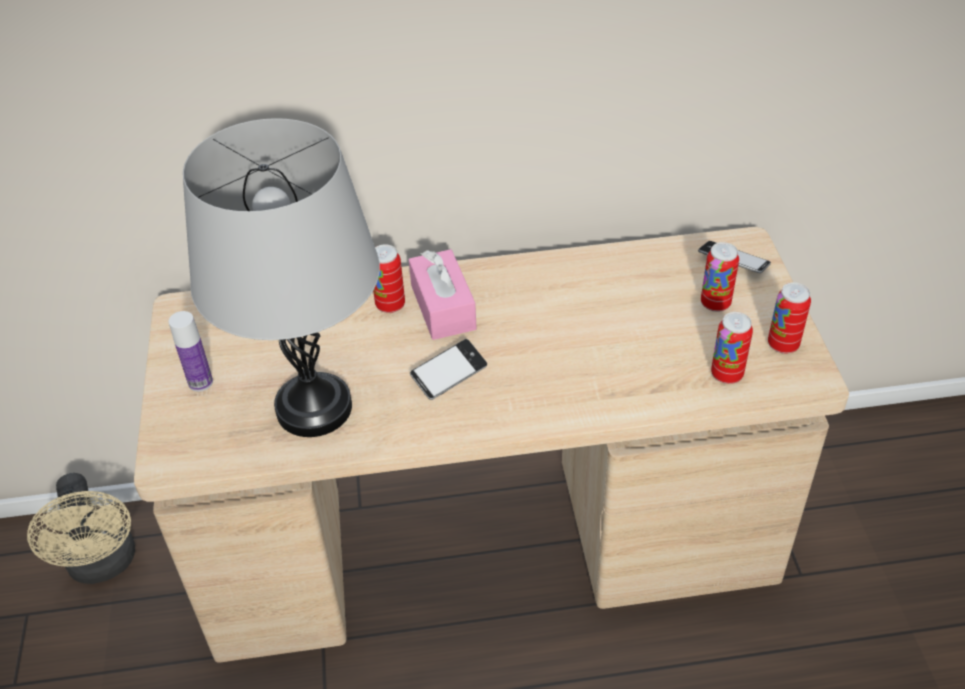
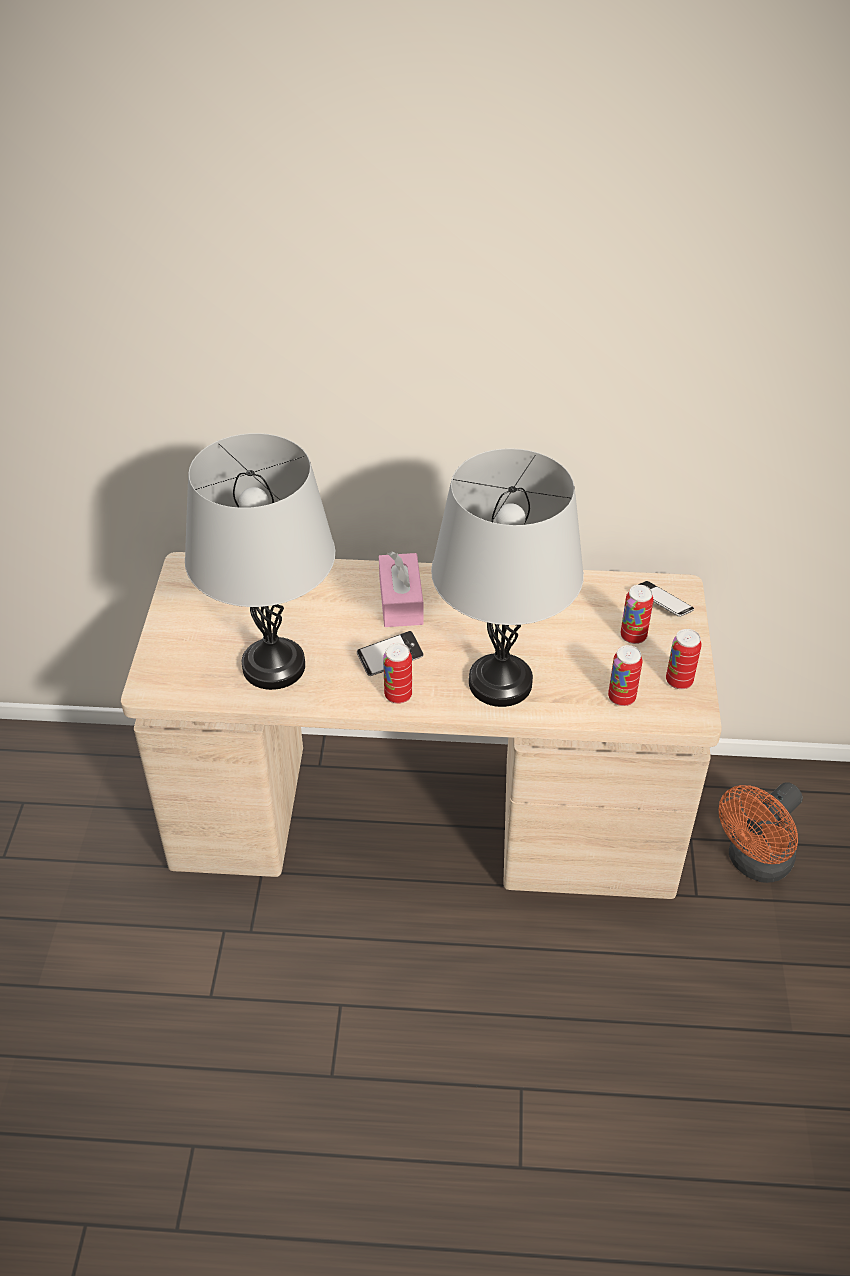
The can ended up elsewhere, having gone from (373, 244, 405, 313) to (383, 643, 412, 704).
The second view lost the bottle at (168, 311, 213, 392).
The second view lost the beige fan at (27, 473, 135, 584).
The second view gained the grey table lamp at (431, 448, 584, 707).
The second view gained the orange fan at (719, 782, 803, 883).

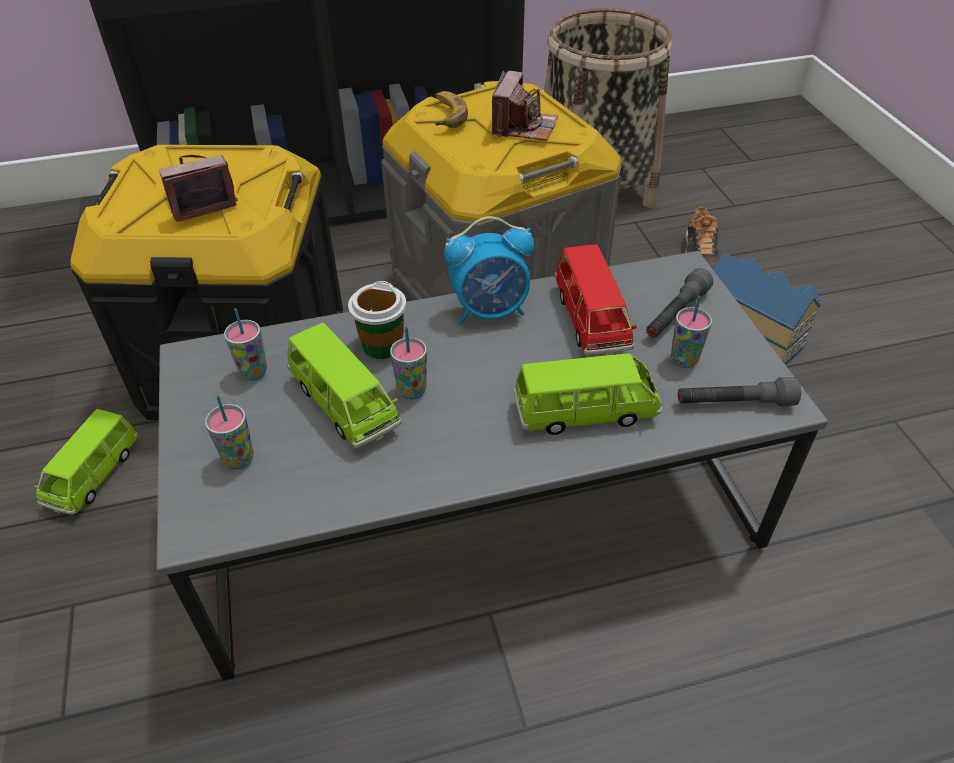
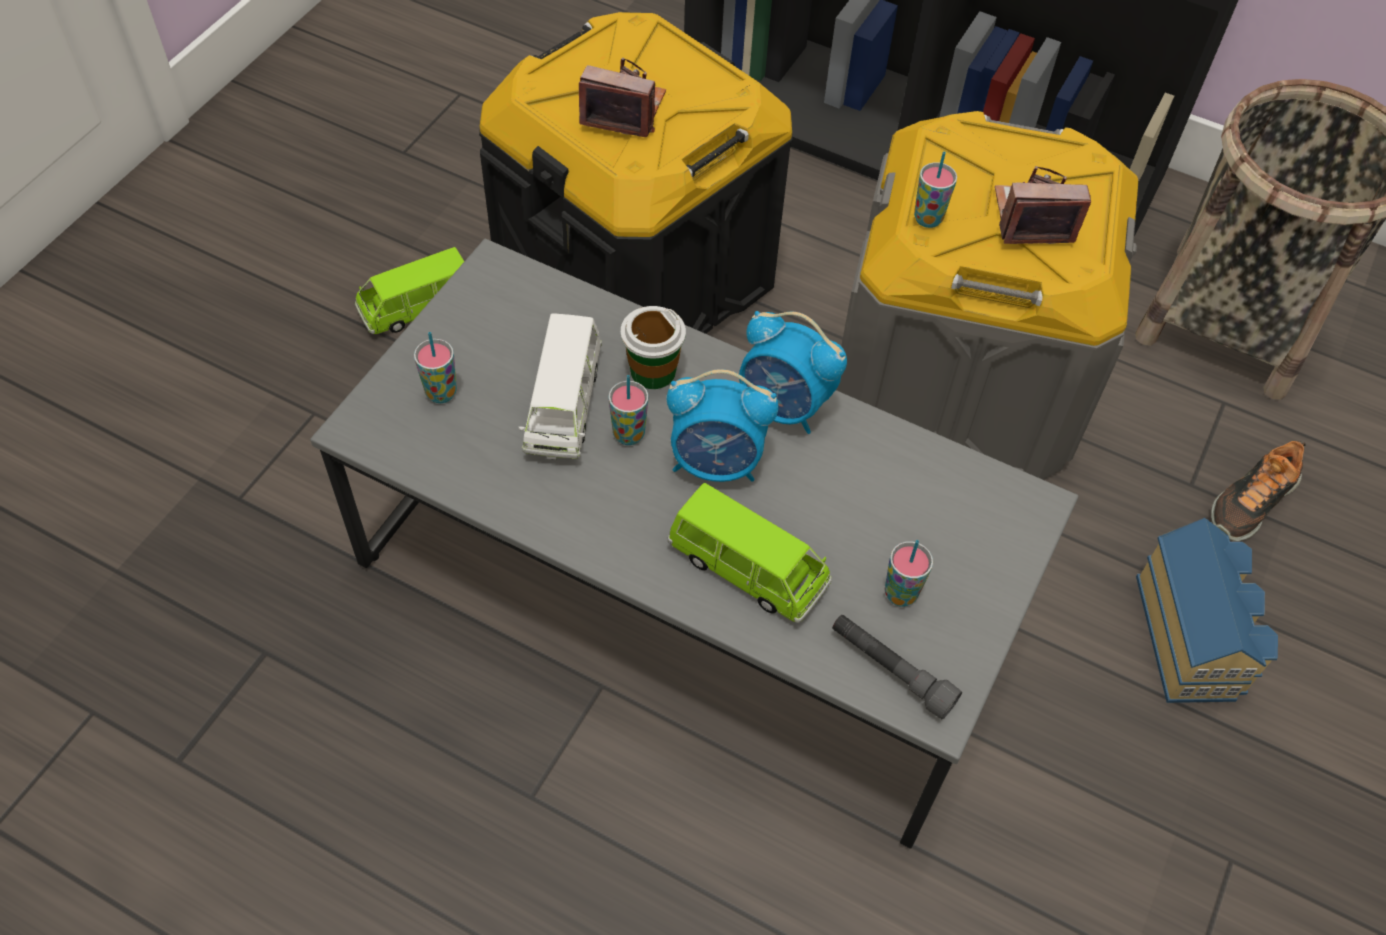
The photo camera at (492, 70, 558, 141) ended up facing another way, 150 degrees counterclockwise from before.
The second view lost the banana at (435, 91, 468, 128).
The second view lost the red toy car at (555, 244, 637, 356).
The second view lost the grey flashlight at (646, 268, 714, 338).
The cup ended up elsewhere, having gone from (224, 308, 267, 381) to (914, 151, 957, 228).
What was the green toy car at (287, 323, 402, 448) turned into the white toy car at (519, 313, 602, 460).
The second view gained the alarm clock at (667, 369, 779, 482).

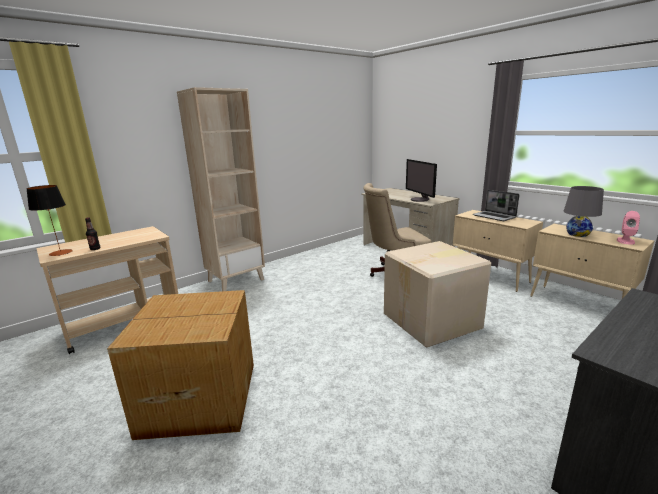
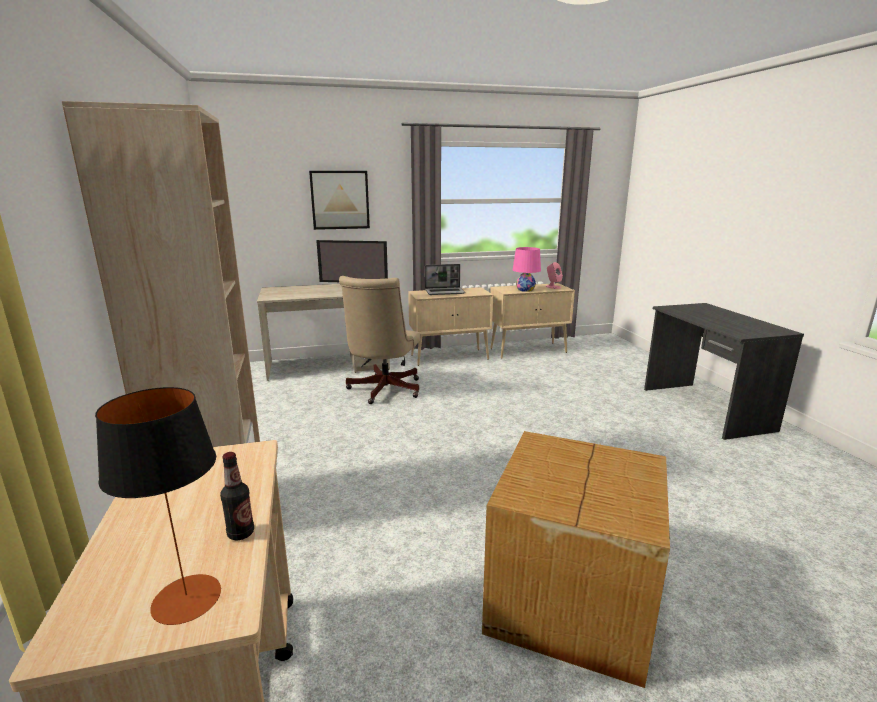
What was the grey table lamp at (563, 186, 604, 237) turned into the pink table lamp at (513, 247, 541, 292).
The second view lost the cardboard box at (384, 241, 491, 348).
The second view gained the picture at (309, 171, 370, 230).

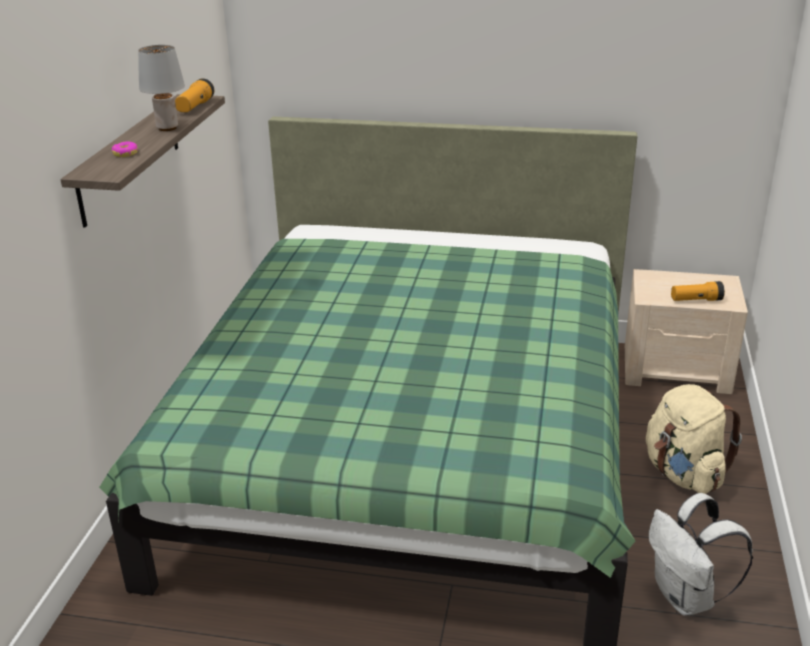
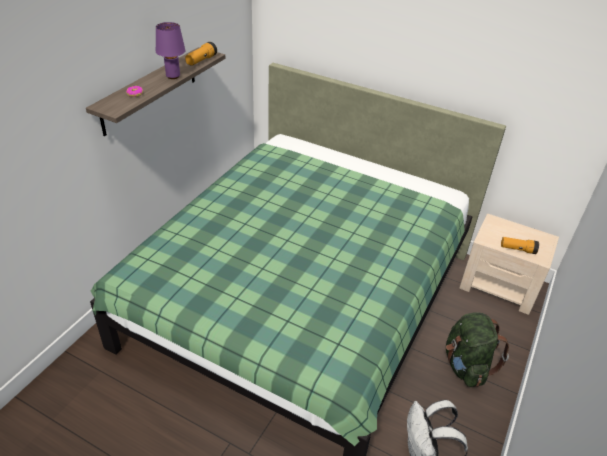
What was the grey table lamp at (138, 45, 185, 131) turned into the purple table lamp at (156, 22, 185, 79).
What was the beige backpack at (646, 384, 742, 494) turned into the green backpack at (446, 312, 509, 387).

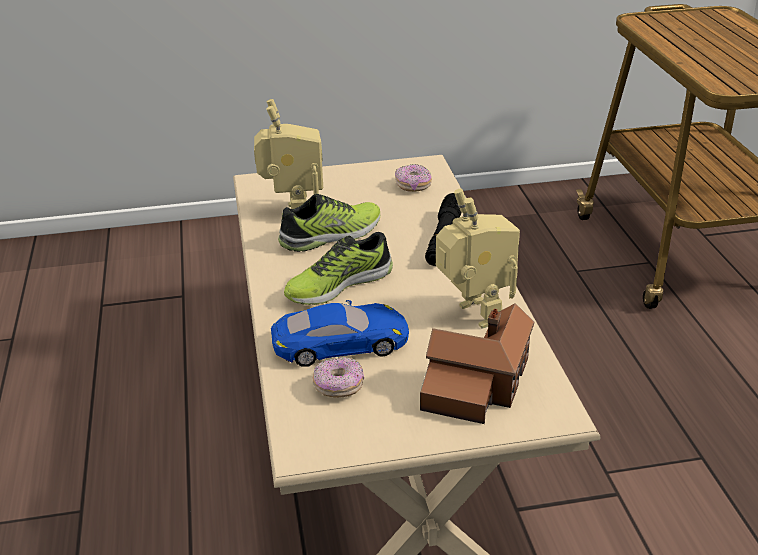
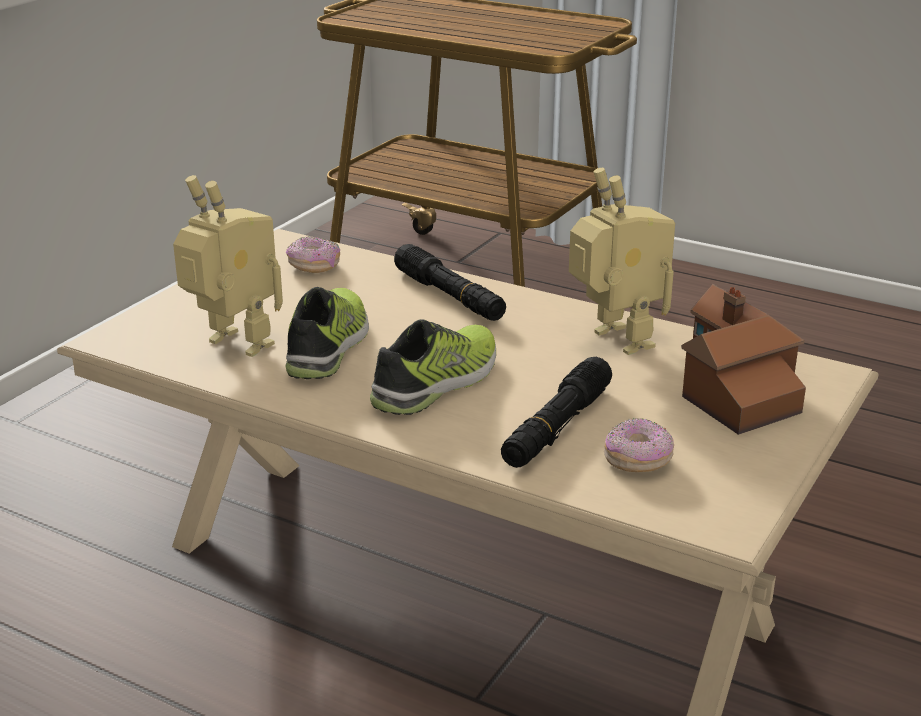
The toy robot at (436, 189, 520, 329) ended up facing another way, 45 degrees clockwise from before.
The shoe at (284, 232, 393, 305) ended up facing another way, 150 degrees counterclockwise from before.
Where the blue toy car stood at (271, 300, 409, 367), the black flashlight came to stand at (501, 357, 612, 468).

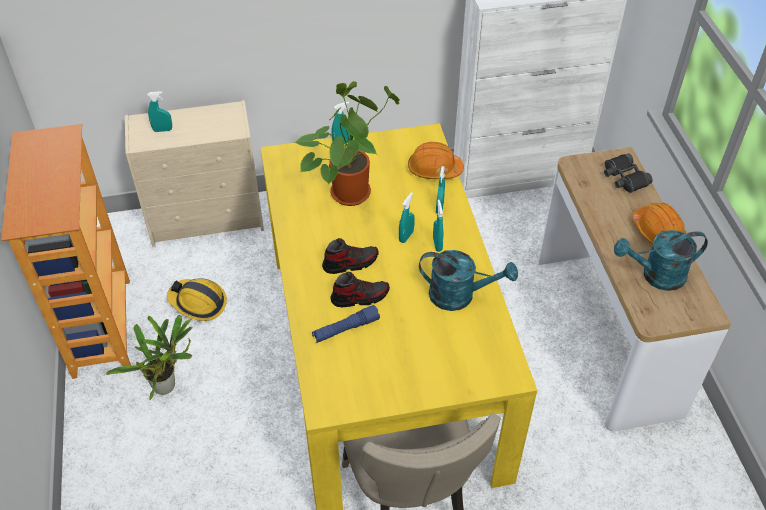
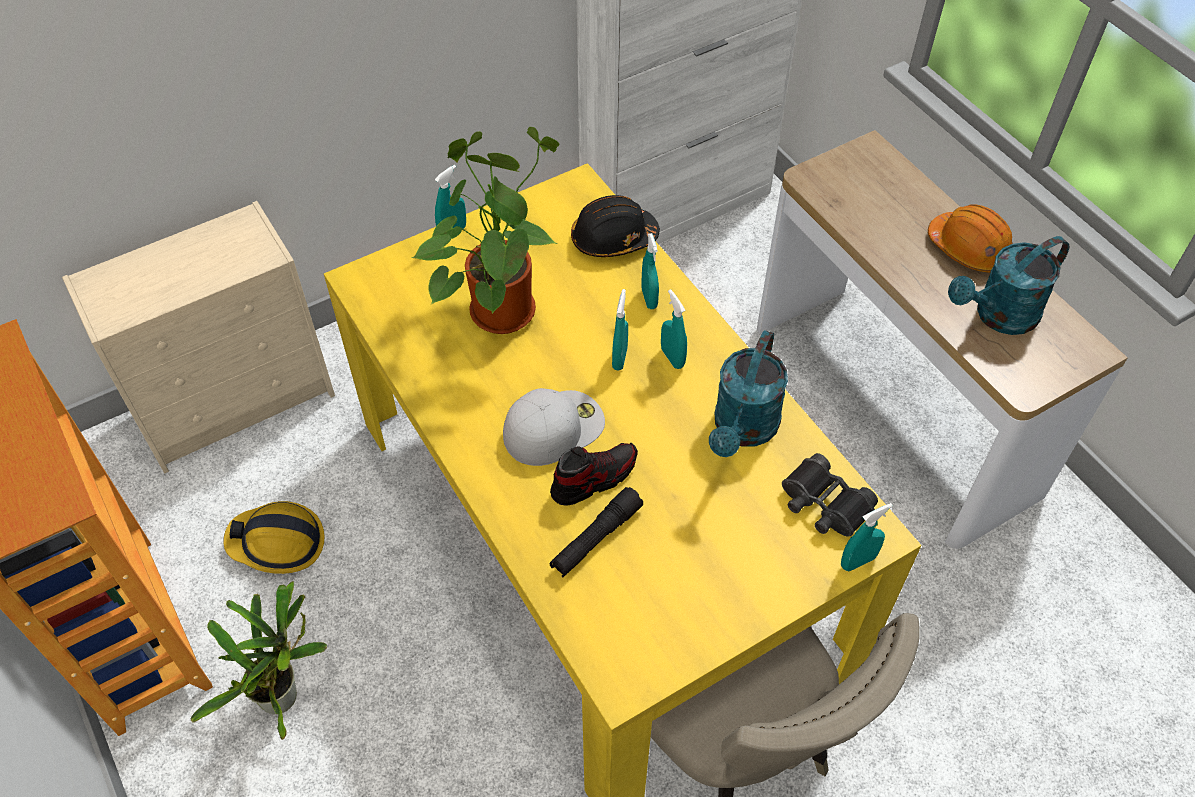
The turquoise spray bottle ended up elsewhere, having gone from (147, 91, 172, 132) to (841, 503, 893, 572).
What was the orange hard hat at (408, 142, 464, 179) turned into the black hard hat at (571, 195, 660, 257).
The black binoculars ended up elsewhere, having gone from (604, 154, 652, 193) to (782, 453, 878, 537).
Where the shoe stood at (322, 238, 379, 274), the white cap came to stand at (503, 388, 605, 466).
The turquoise watering can at (419, 250, 518, 311) ended up facing another way, 120 degrees clockwise from before.
What was the blue flashlight at (312, 305, 380, 343) turned into the black flashlight at (549, 487, 643, 577).

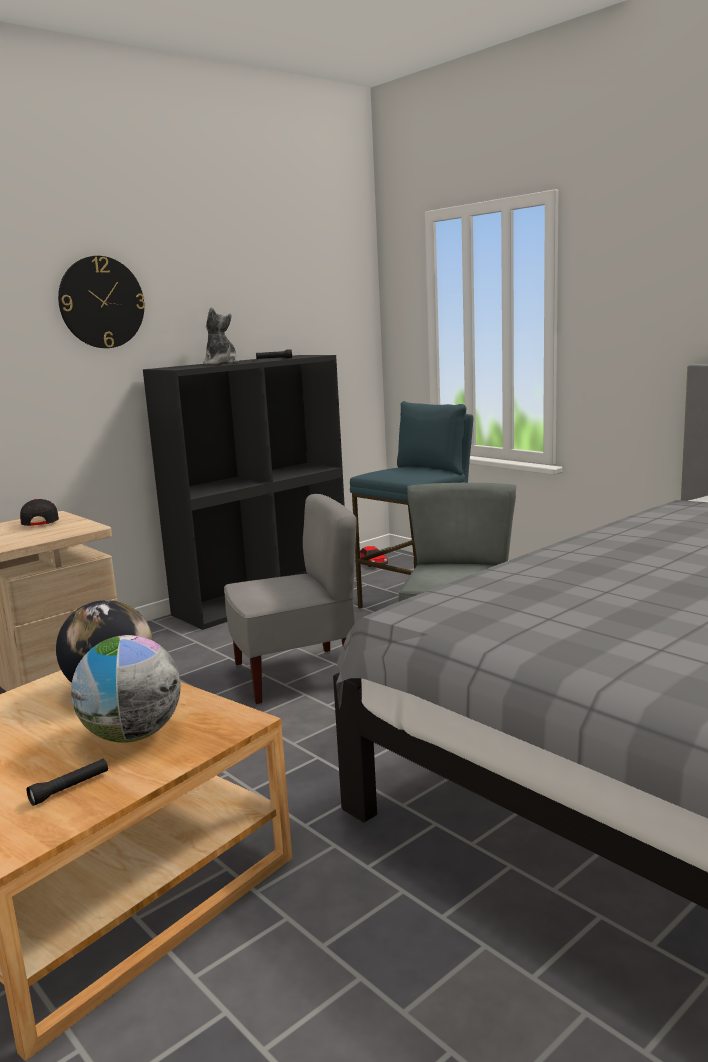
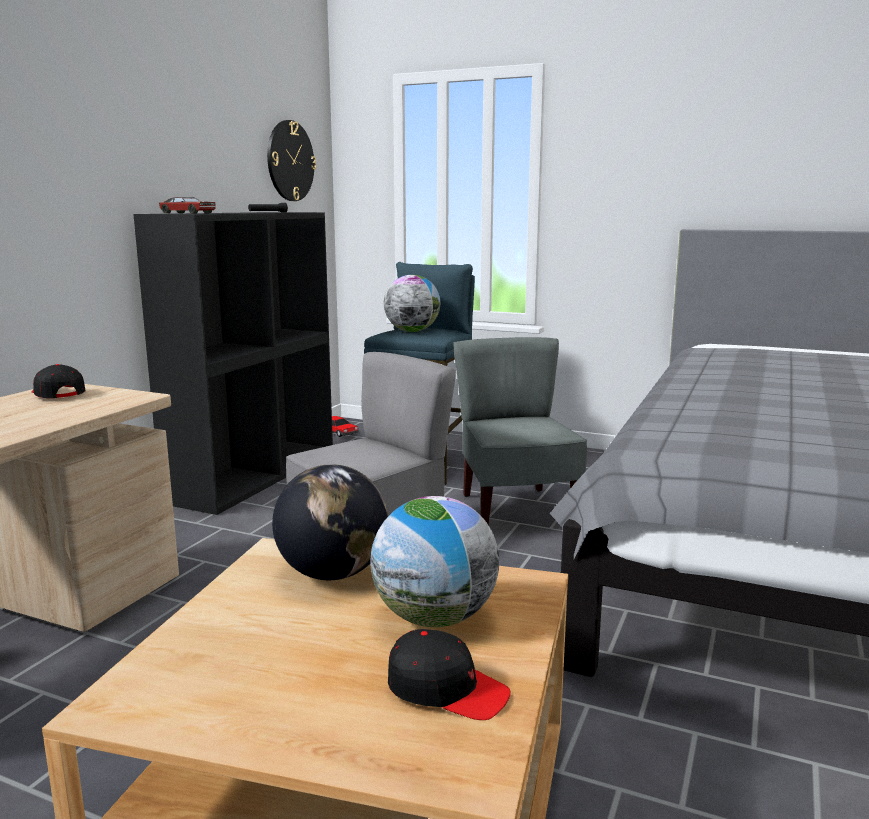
The wall clock ended up elsewhere, having gone from (58, 256, 145, 348) to (267, 120, 316, 201).
The second view lost the plush toy at (203, 307, 239, 365).
Where the black flashlight stood at (27, 759, 108, 806), the black cap came to stand at (388, 629, 511, 720).
The second view gained the toy car at (159, 197, 216, 214).
The second view gained the globe at (384, 275, 440, 332).

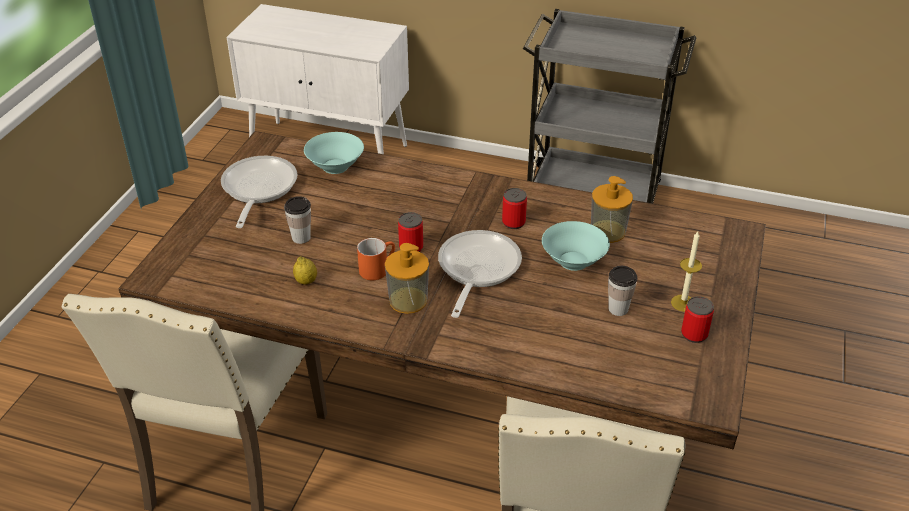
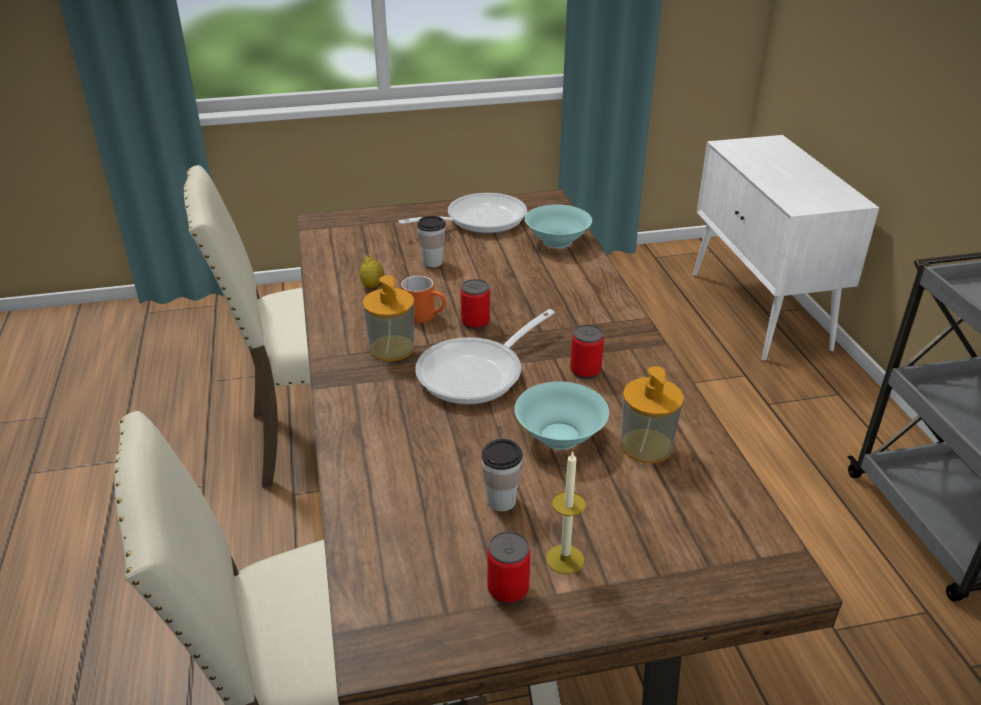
The frying pan at (438, 230, 522, 318) ended up facing another way, 150 degrees clockwise from before.

